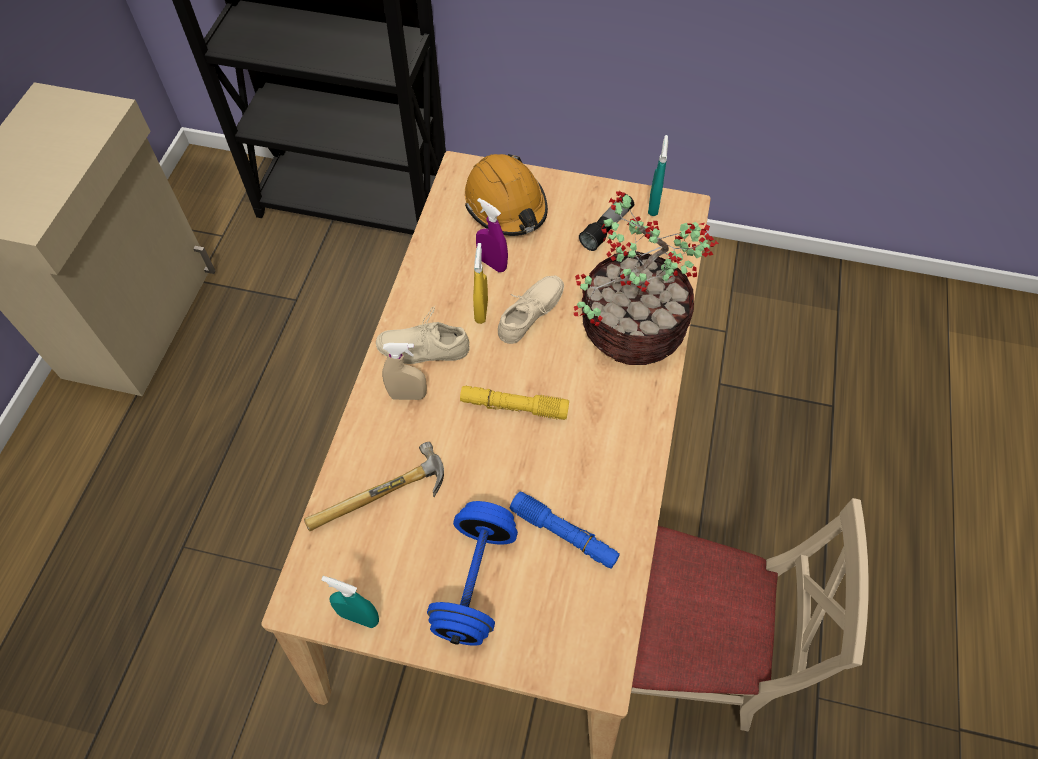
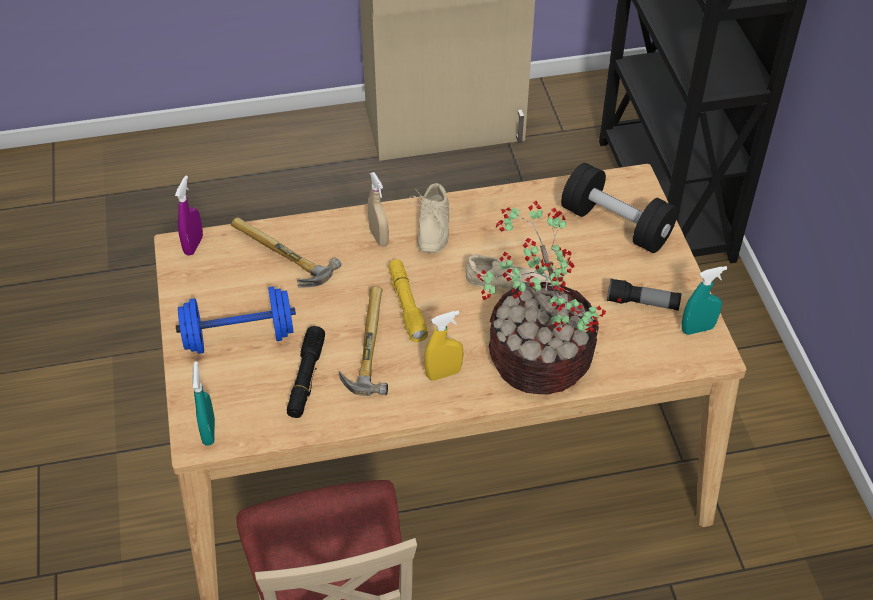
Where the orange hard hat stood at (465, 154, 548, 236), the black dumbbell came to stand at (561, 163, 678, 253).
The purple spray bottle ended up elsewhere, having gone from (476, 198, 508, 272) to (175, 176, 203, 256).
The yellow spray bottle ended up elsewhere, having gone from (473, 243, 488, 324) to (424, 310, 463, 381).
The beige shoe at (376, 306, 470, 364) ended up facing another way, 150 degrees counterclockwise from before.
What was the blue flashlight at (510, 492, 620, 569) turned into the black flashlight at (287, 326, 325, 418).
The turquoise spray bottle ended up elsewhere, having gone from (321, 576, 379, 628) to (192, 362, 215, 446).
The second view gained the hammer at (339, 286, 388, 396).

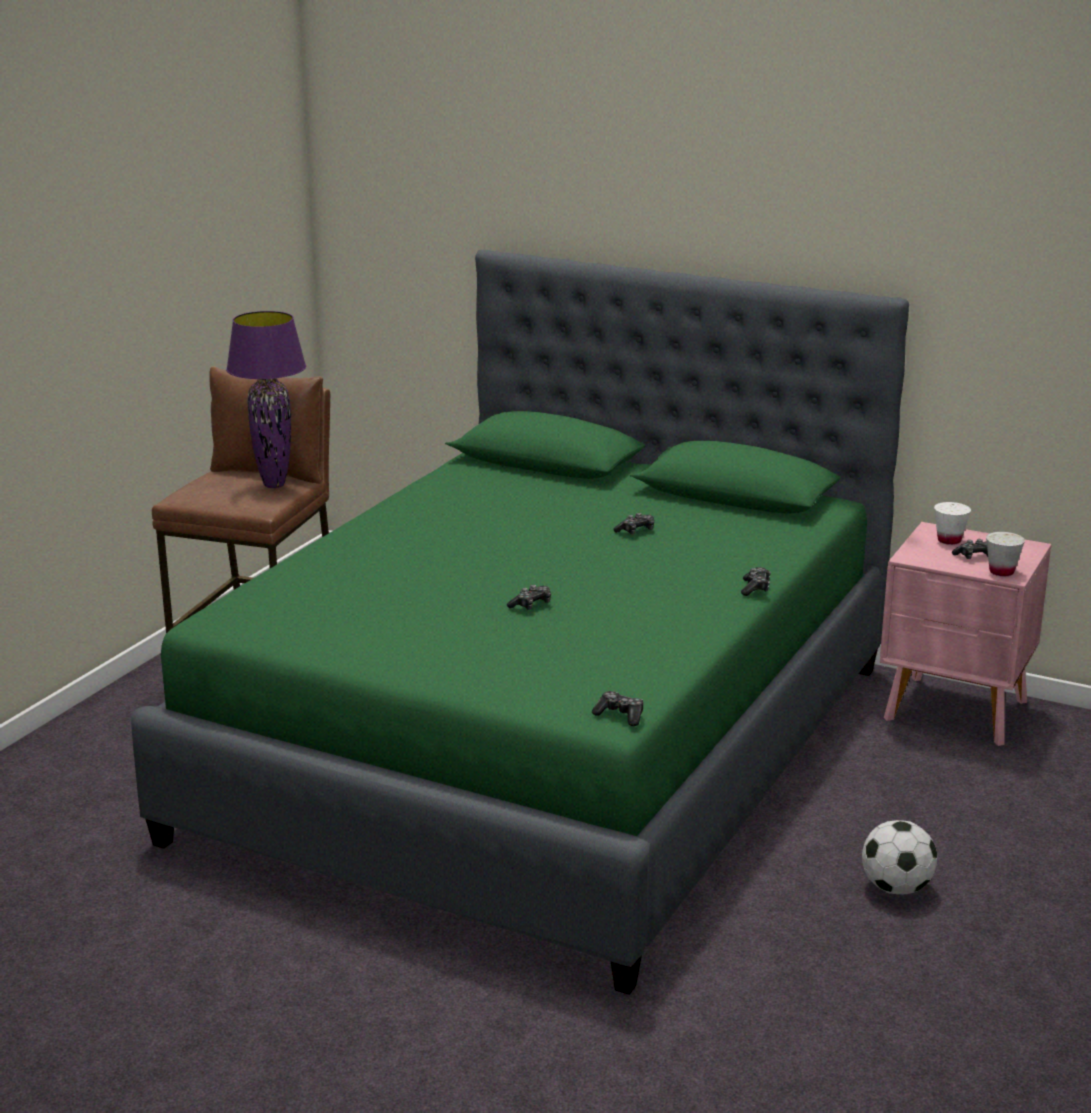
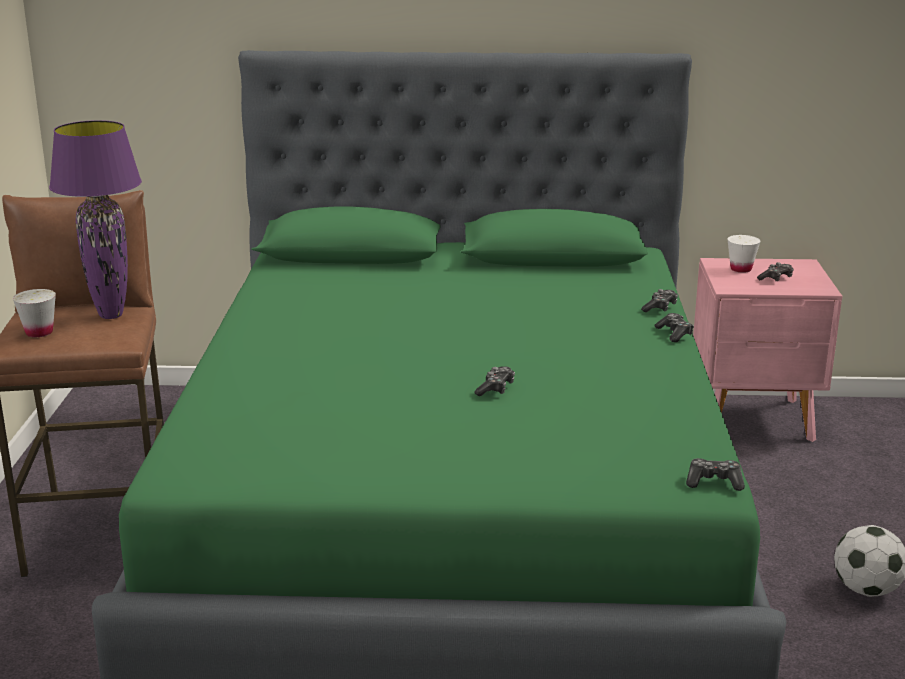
The game controller ended up elsewhere, having gone from (613, 513, 654, 535) to (641, 289, 678, 312).
The white cup ended up elsewhere, having gone from (986, 532, 1025, 576) to (13, 289, 56, 337).

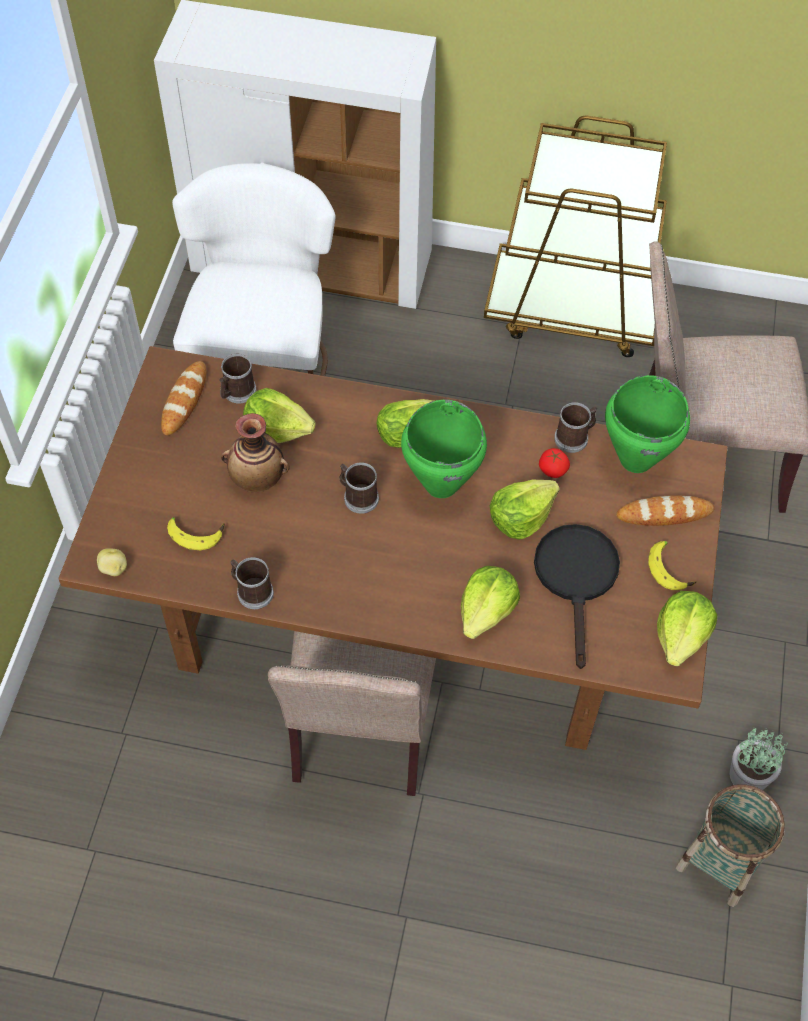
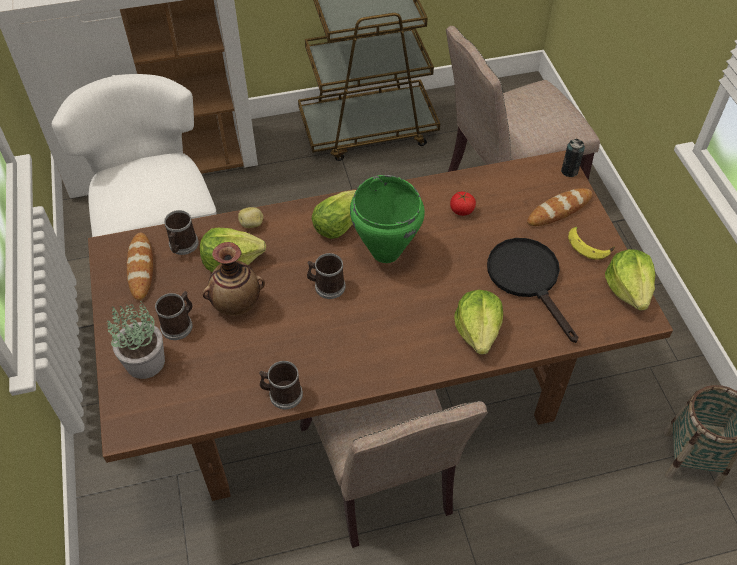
The second view lost the green cooking pot at (605, 375, 690, 473).
The mug ended up elsewhere, having gone from (554, 402, 597, 453) to (155, 291, 193, 340).
The second view lost the lettuce at (490, 480, 560, 540).
The second view lost the banana at (167, 517, 224, 550).
The potato ended up elsewhere, having gone from (97, 549, 127, 576) to (238, 207, 263, 228).
The potted plant ended up elsewhere, having gone from (729, 728, 788, 790) to (107, 301, 165, 379).
The second view gained the can at (561, 139, 585, 177).

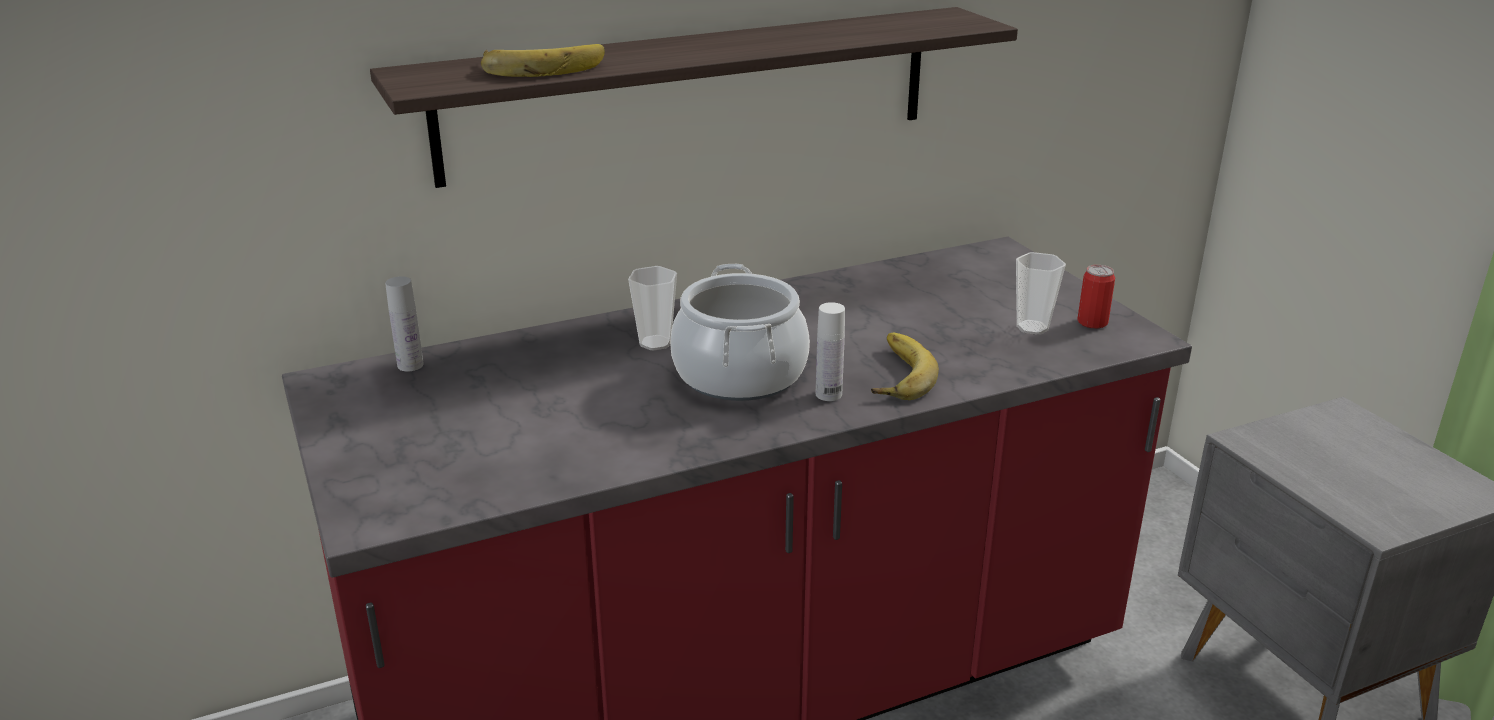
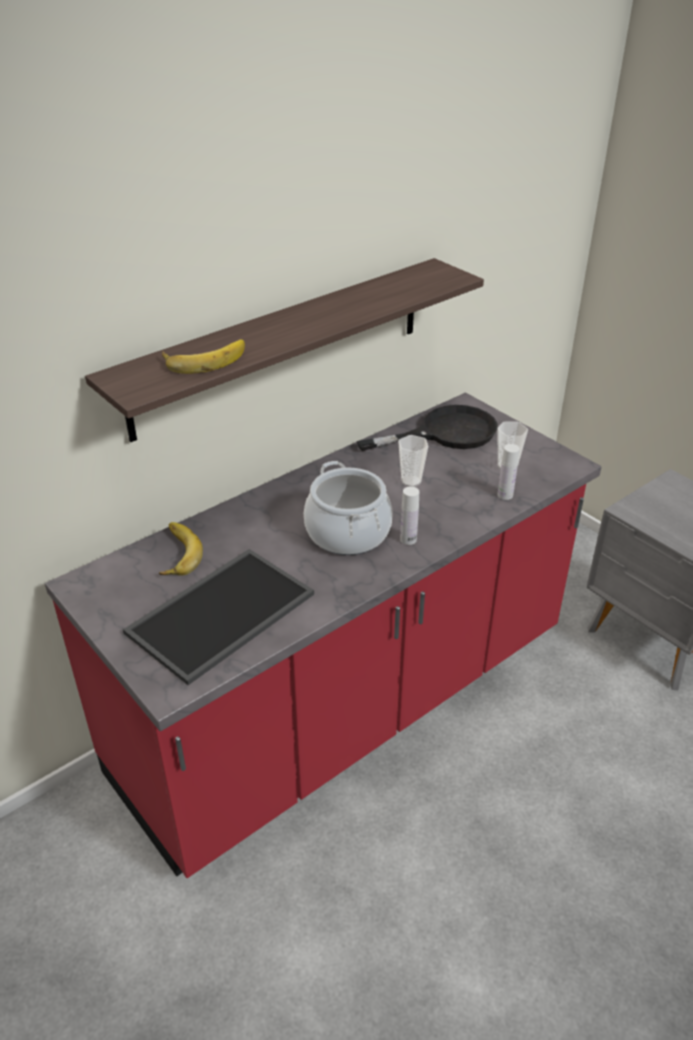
The second view lost the can at (1077, 265, 1115, 328).
The cup ended up elsewhere, having gone from (628, 266, 677, 351) to (398, 435, 428, 487).
The white bottle ended up elsewhere, having gone from (385, 276, 424, 371) to (498, 444, 520, 500).
The banana ended up elsewhere, having gone from (871, 333, 939, 400) to (159, 522, 203, 576).
The second view gained the black frying pan at (357, 405, 497, 451).
The second view gained the tray at (123, 549, 314, 685).

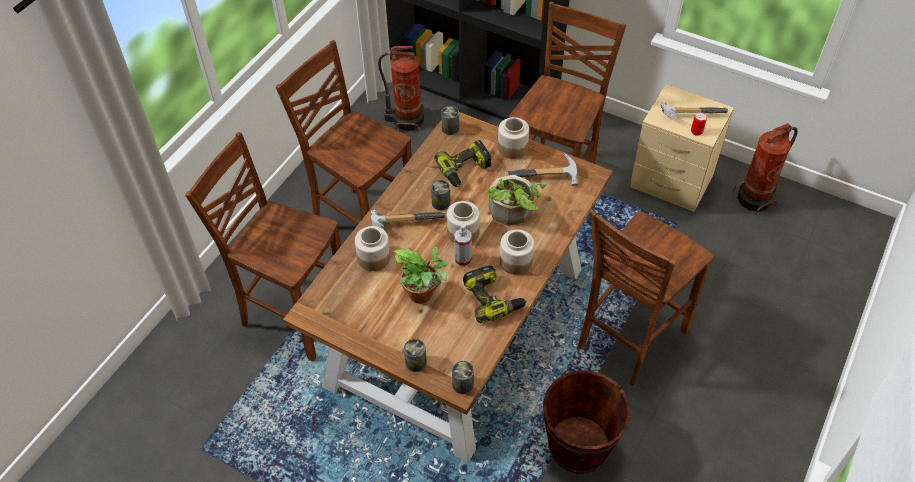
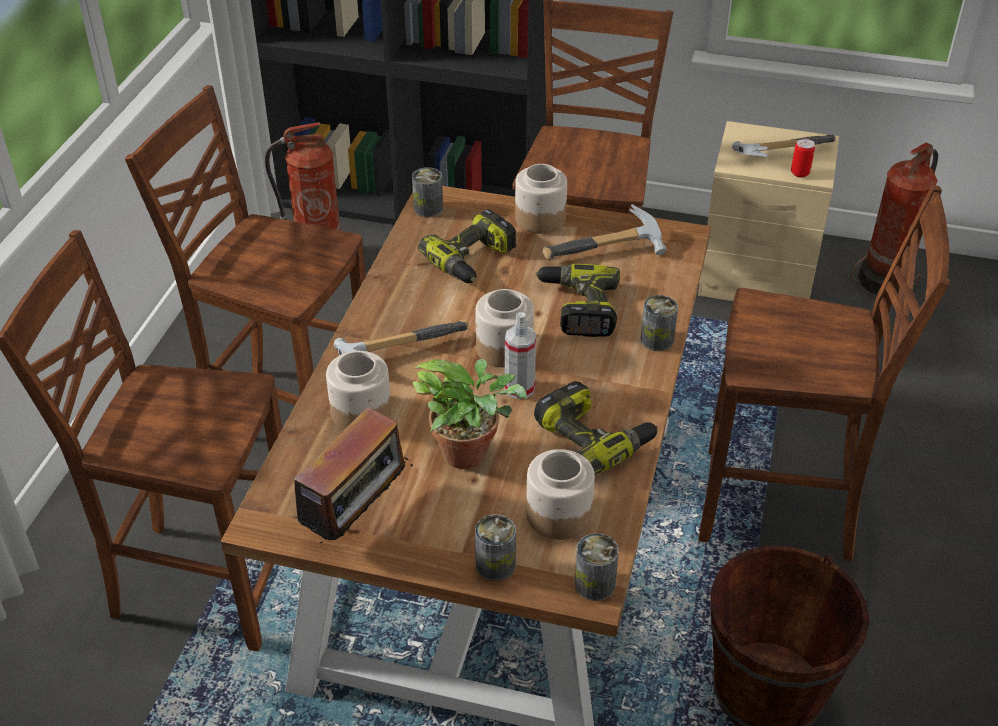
Where the potted plant stood at (487, 175, 546, 226), the power drill came to stand at (535, 264, 620, 337).
The can ended up elsewhere, having gone from (431, 180, 450, 210) to (640, 295, 678, 351).
The brown chair at (578, 210, 714, 385) ended up facing another way, 105 degrees counterclockwise from before.
The jar ended up elsewhere, having gone from (500, 229, 534, 275) to (526, 449, 595, 540).
The second view gained the radio at (281, 407, 413, 547).

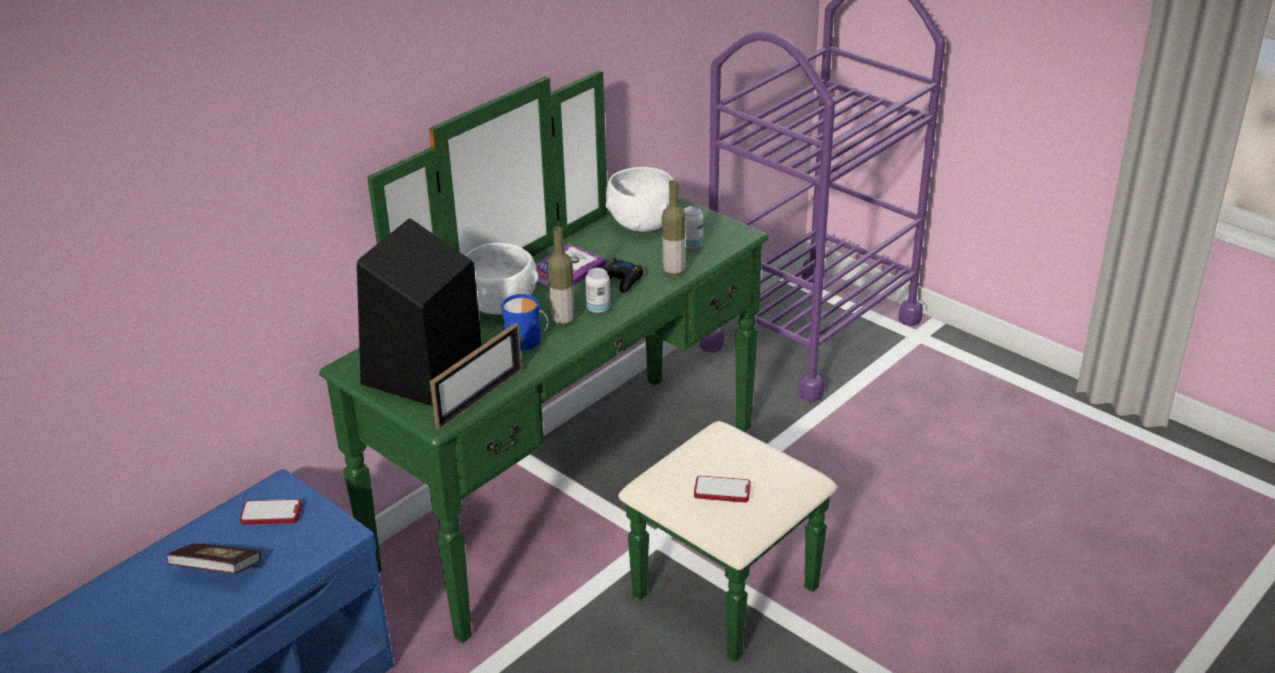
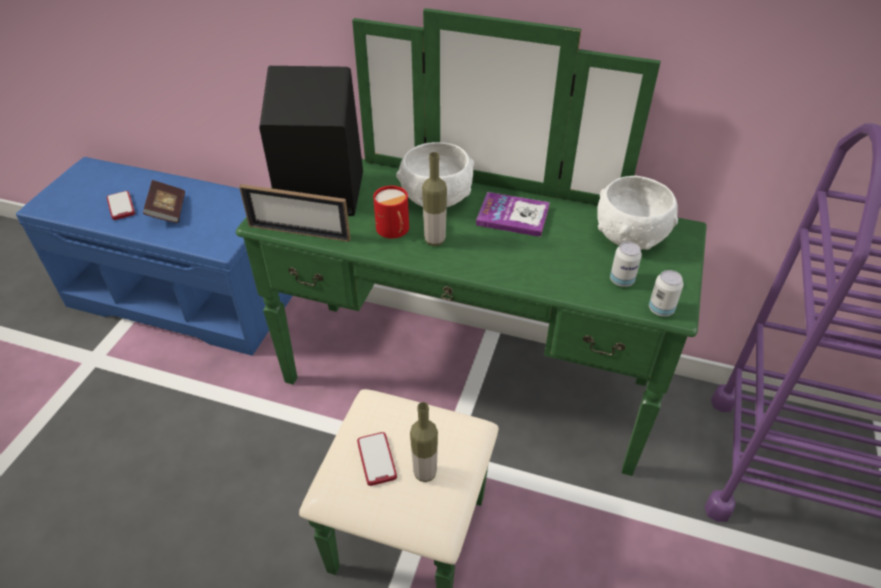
The bottle ended up elsewhere, having gone from (662, 180, 686, 276) to (410, 402, 438, 482).
The second view lost the black game controller at (603, 258, 643, 293).
The can ended up elsewhere, having gone from (585, 268, 610, 313) to (649, 270, 684, 316).
What was the blue mug at (501, 294, 549, 351) turned into the red mug at (373, 186, 409, 238).
The phone ended up elsewhere, having gone from (240, 499, 301, 525) to (107, 191, 135, 220).

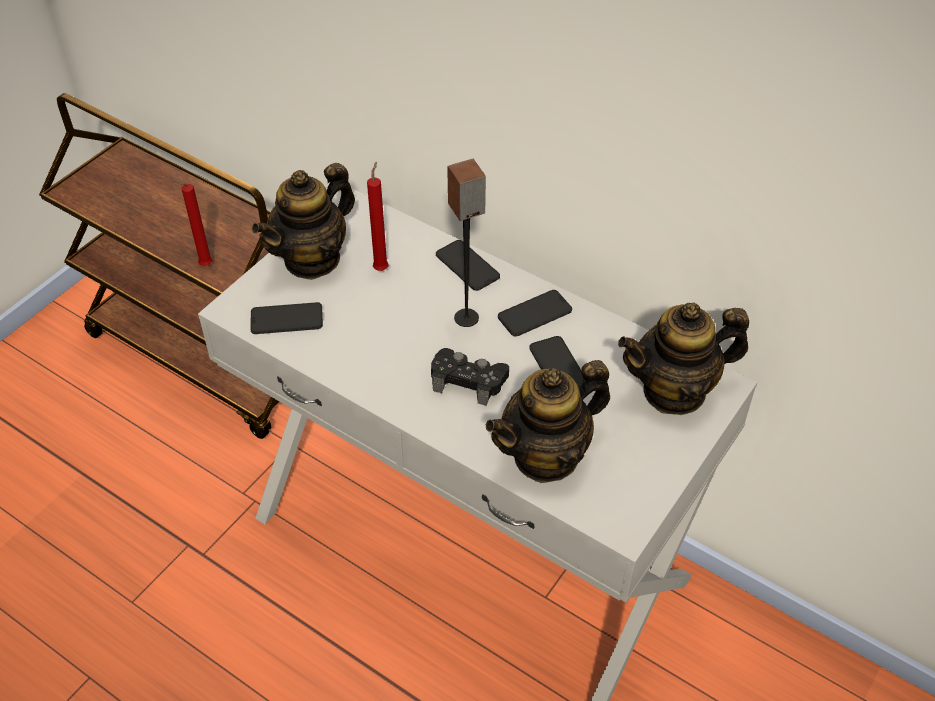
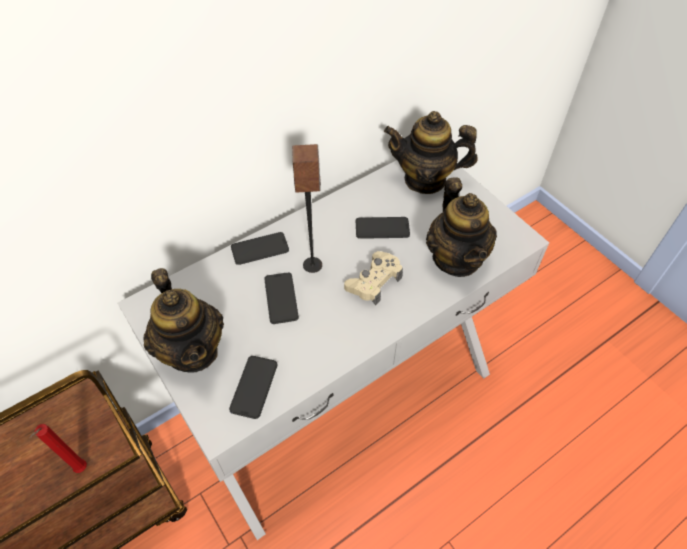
The second view lost the red candle at (367, 162, 389, 271).
The phone ended up elsewhere, having gone from (498, 290, 572, 337) to (264, 272, 299, 324).
The teapot at (618, 303, 749, 415) ended up facing another way, 90 degrees clockwise from before.
What was the black game controller at (431, 348, 509, 406) turned into the beige game controller at (344, 251, 403, 305).

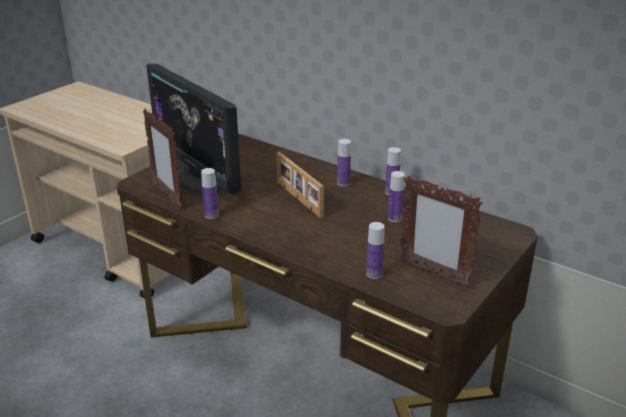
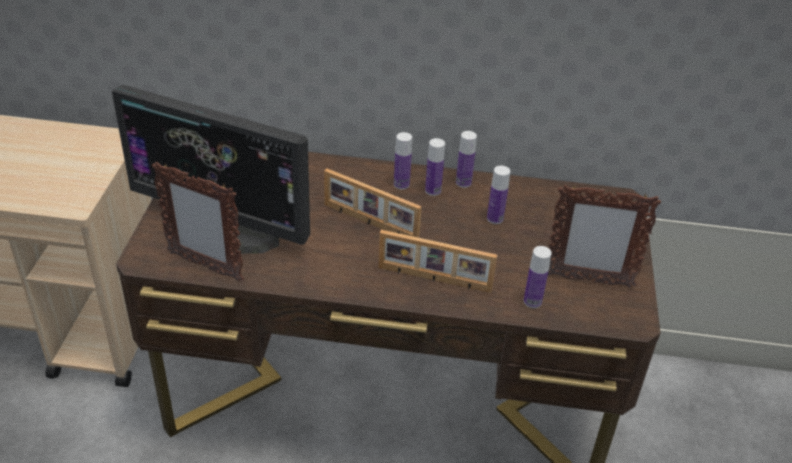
The bottle ended up elsewhere, having gone from (201, 168, 219, 219) to (425, 138, 445, 196).
The second view gained the picture frame at (378, 230, 497, 293).

